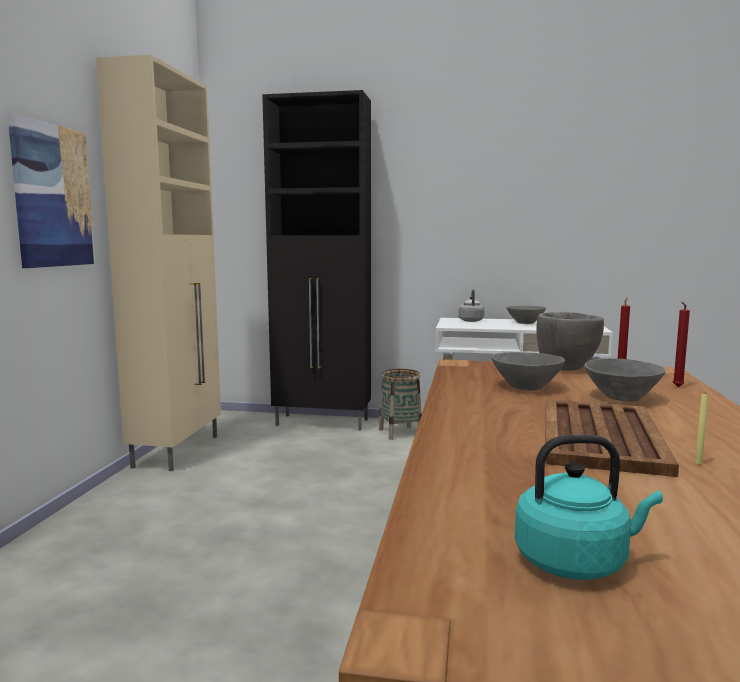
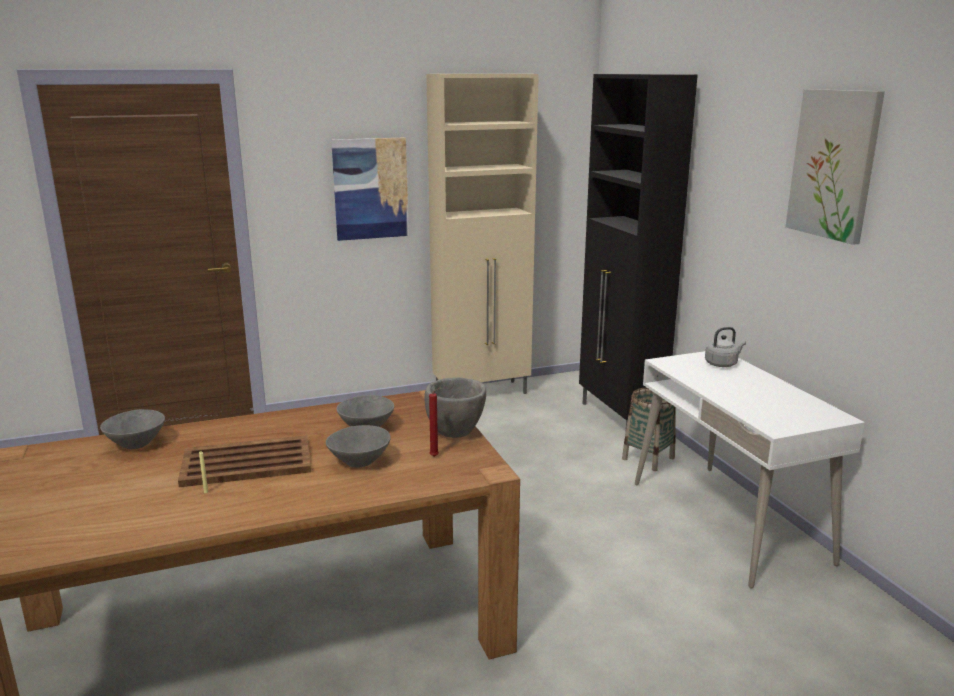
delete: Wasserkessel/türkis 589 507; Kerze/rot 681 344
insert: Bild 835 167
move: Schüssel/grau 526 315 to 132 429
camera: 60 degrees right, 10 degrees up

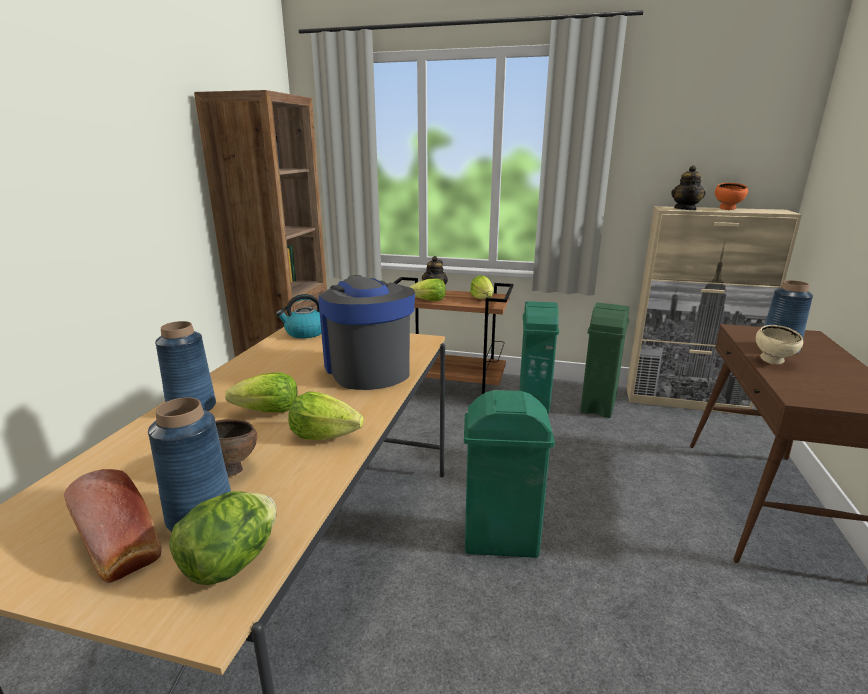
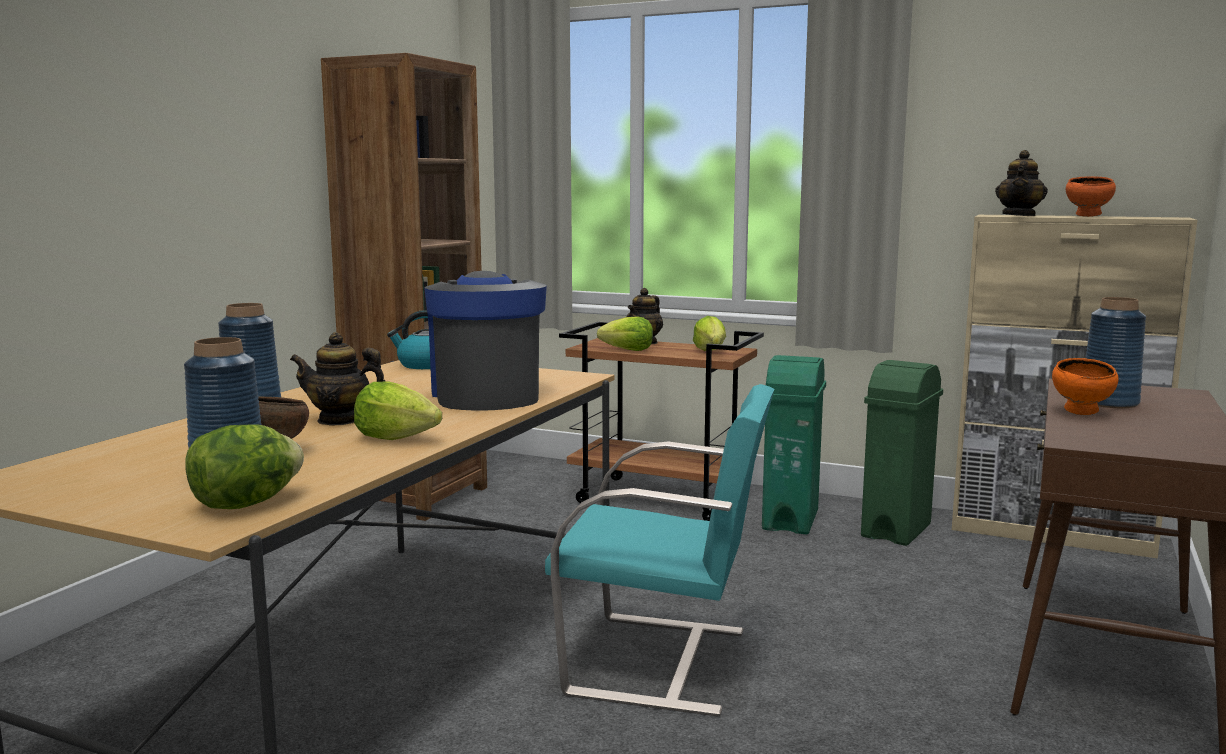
delete: Brot 113 526
replace: Salatkopf 261 392 to Teekanne 338 378; Mülleimer/grün 509 474 to Stuhl/türkis 659 550
recolor: Schüssel/beige 779 344 to Schüssel/orange 1085 386
camera: 10 degrees right, 10 degrees down

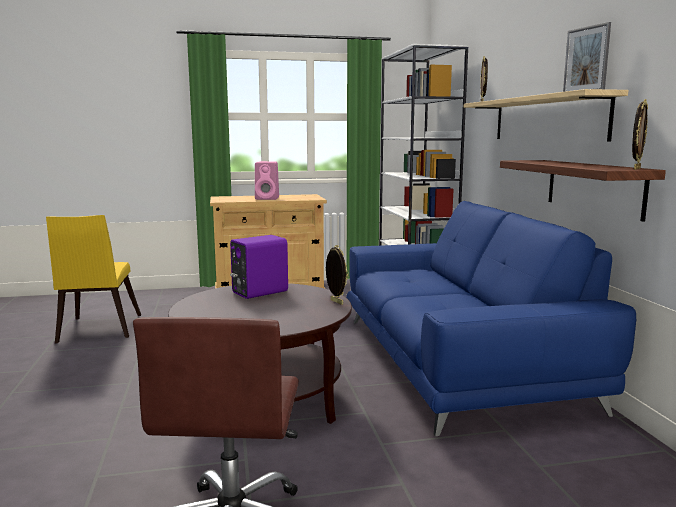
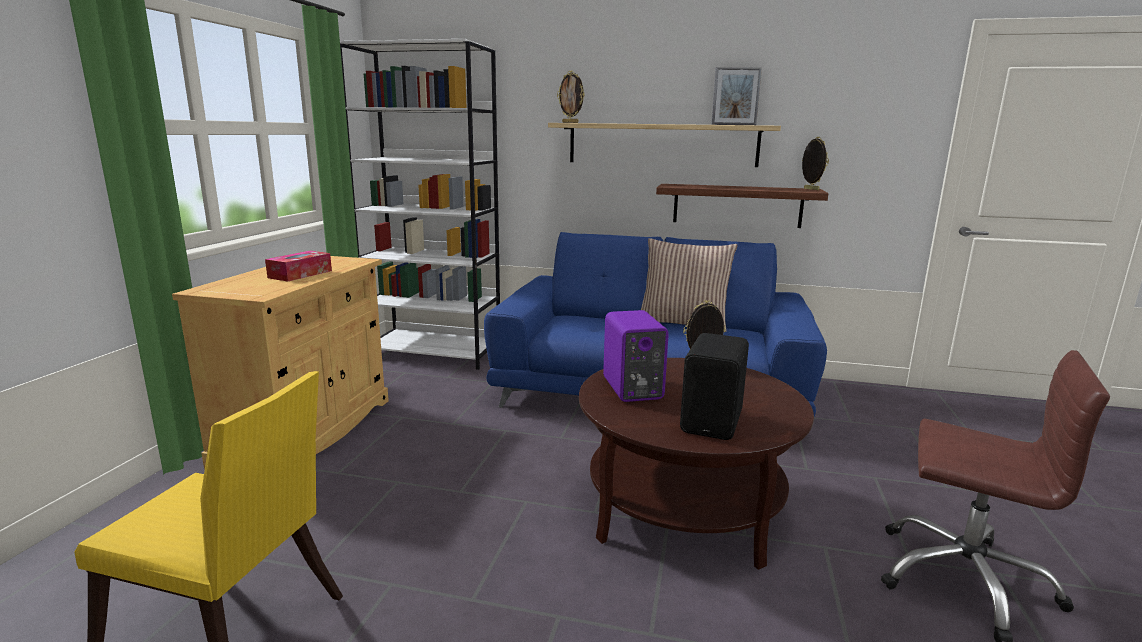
insert: Kissen 689 285; Lautsprecher/schwarz 714 386
replace: Lautsprecher/rosa 267 180 to Taschentuchbox 298 266
camera: 65 degrees left, 5 degrees up

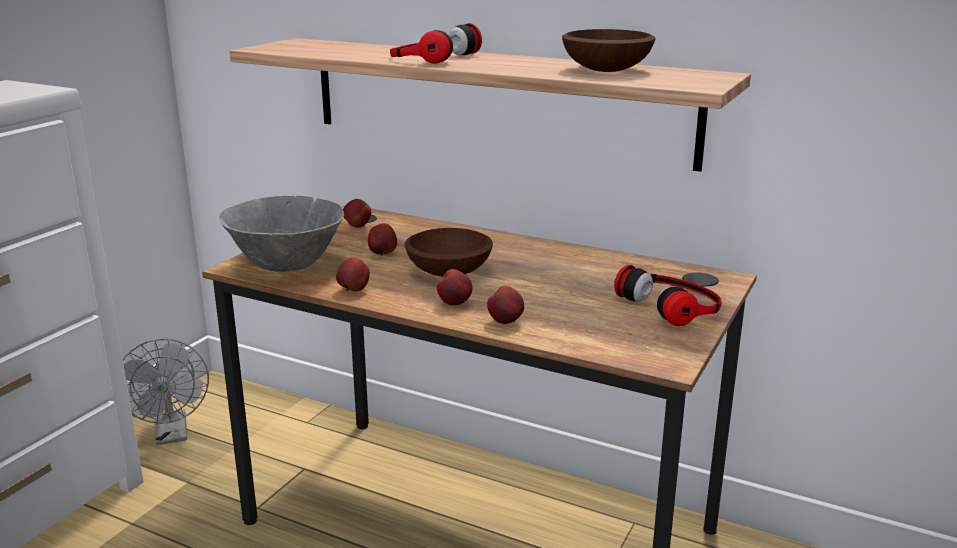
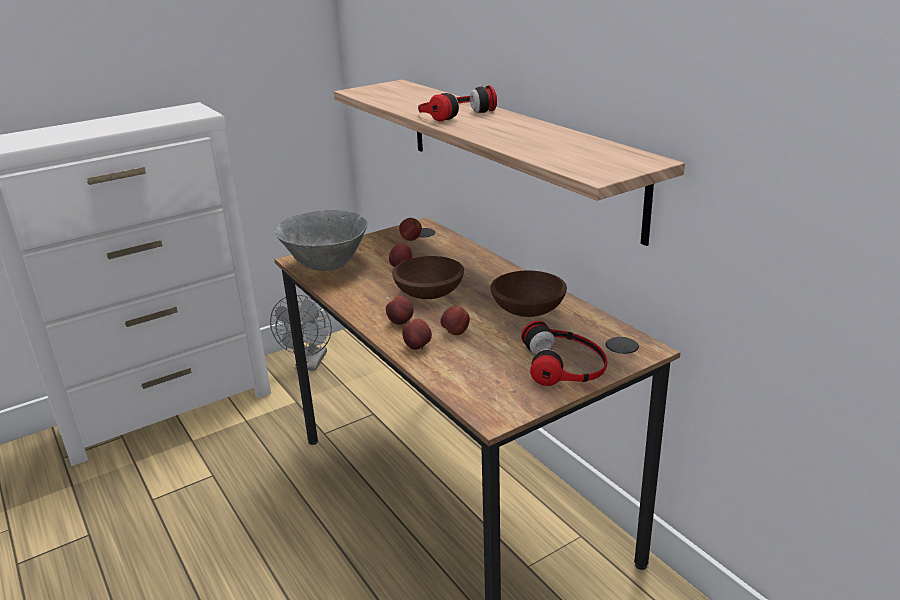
move: Apfel 353 274 to 455 320; Schüssel/braun 609 50 to 528 293
camera: 30 degrees right, 5 degrees up

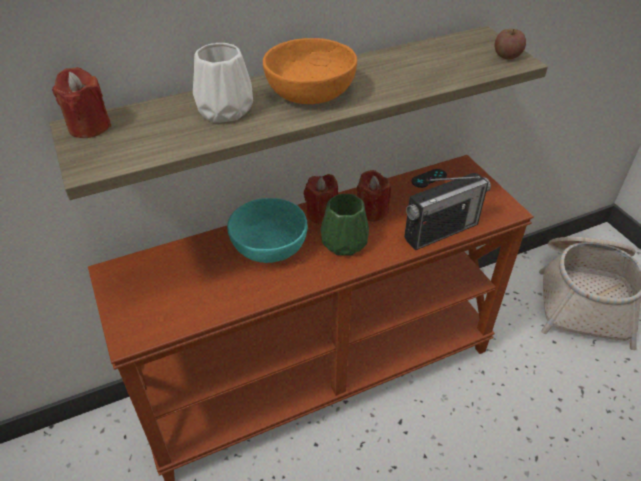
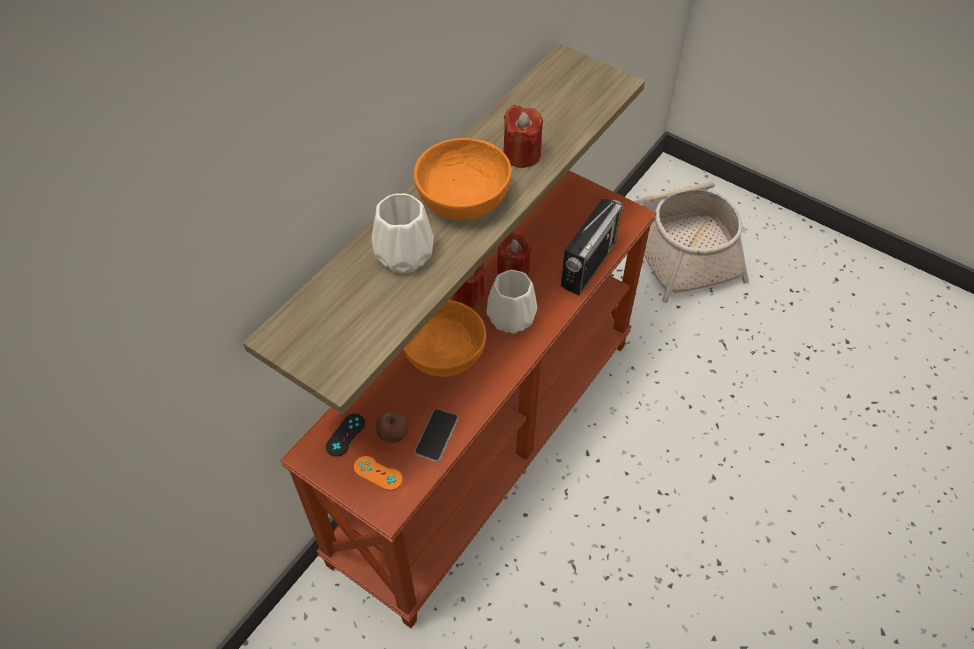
insert: Gamepad/orange 378 473; Handy 436 435
move: Gamepad/schwarz 429 178 to 345 435; Apfel 510 44 to 392 427; Kerze/rot 81 102 to 523 136
recolor: Schüssel/türkis 267 230 to Schüssel/orange 444 338; Vase/grün 345 225 to Vase/weiß 511 302
camera: 30 degrees left, 10 degrees up

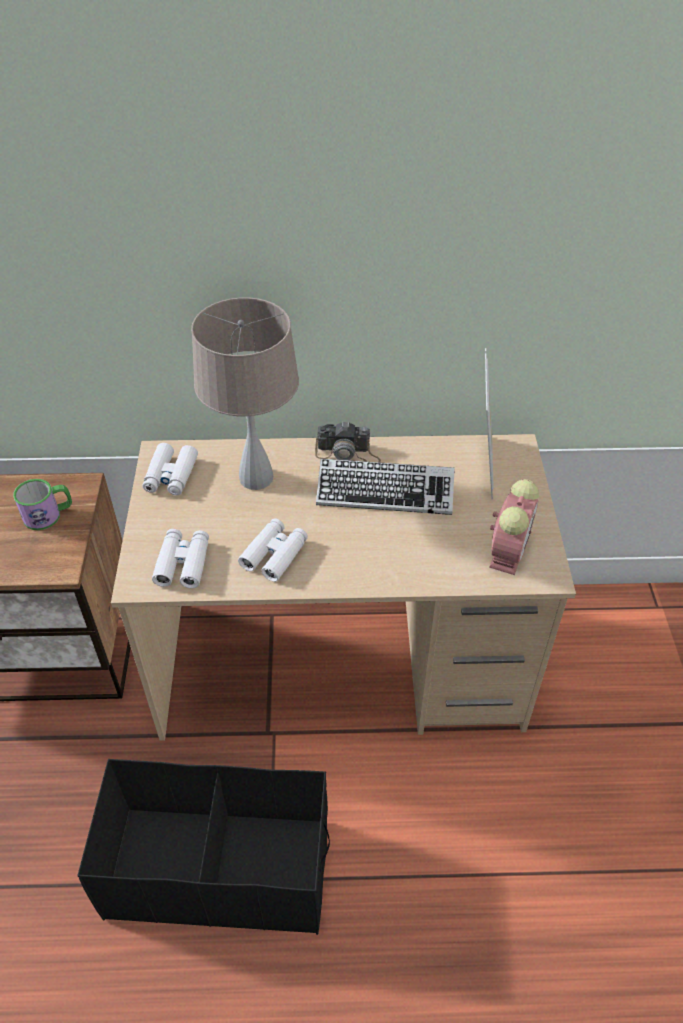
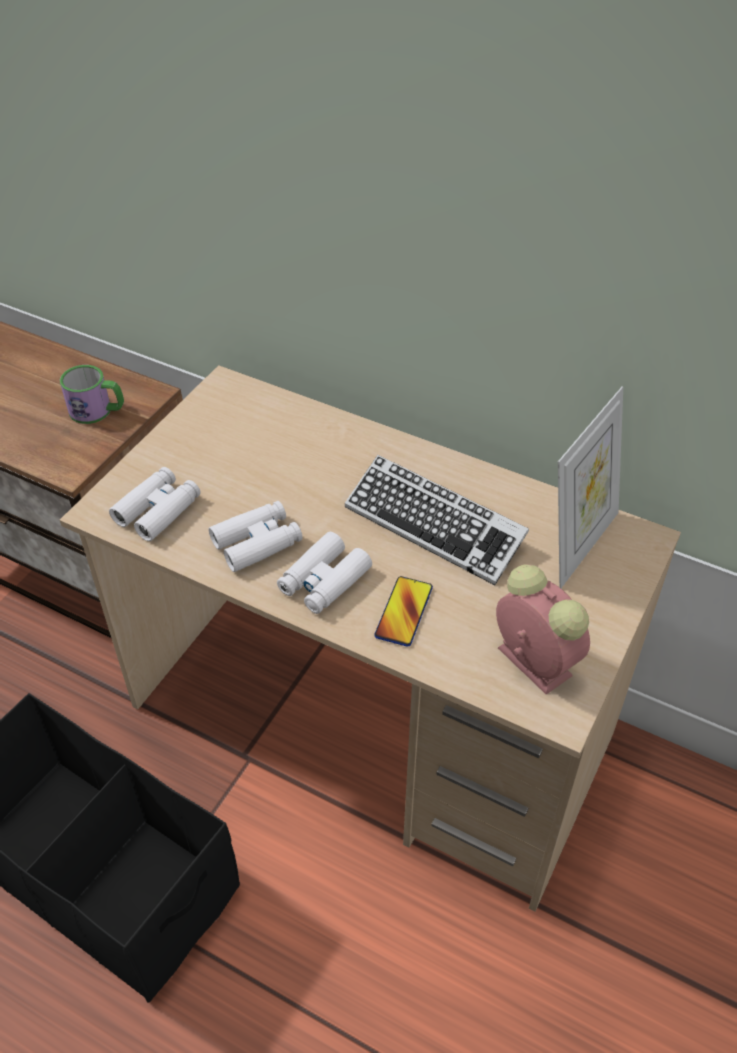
delete: Tischlampe/beige 245 393; Kamera 348 442
insert: Handy 403 611
move: Fernglas/weiß 170 469 to 324 573
rotate: Wecker 514 527 = 543 629 90 degrees counterclockwise
camera: 30 degrees right, 0 degrees up

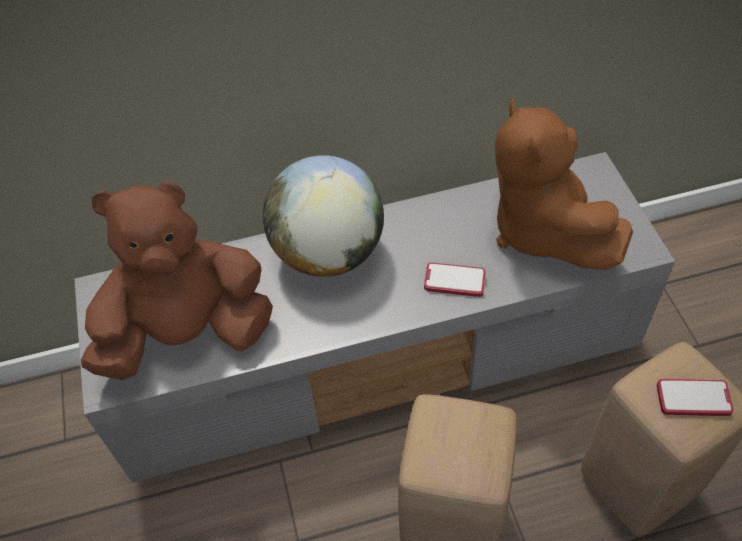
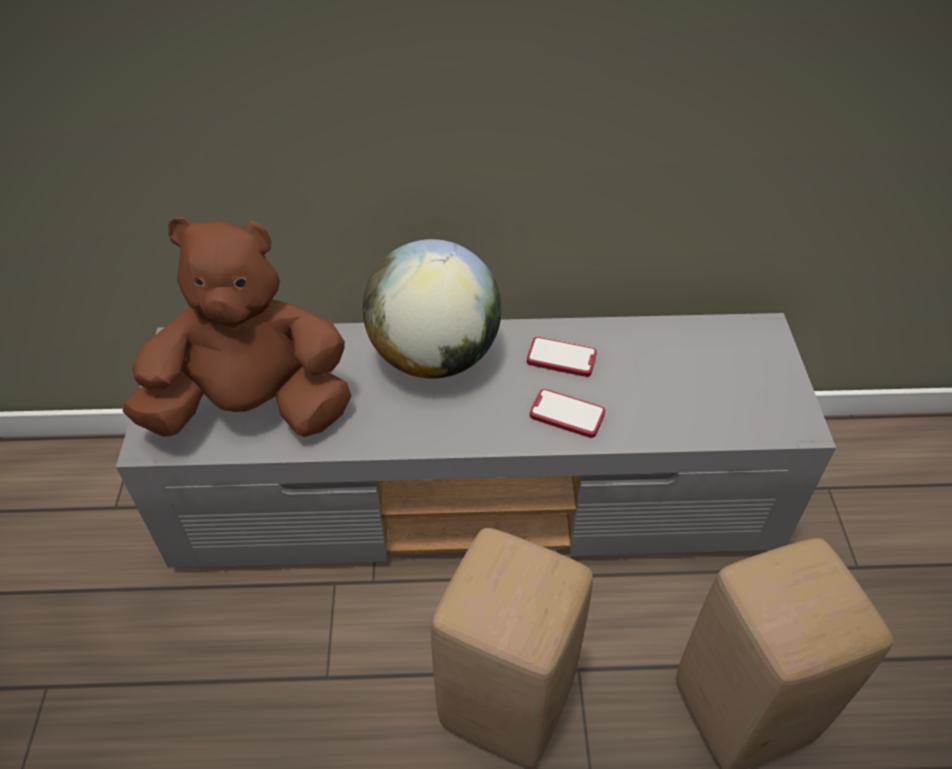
delete: Plüschtier/braun 564 183
move: Handy 695 397 to 562 357
camera: 10 degrees right, 5 degrees down

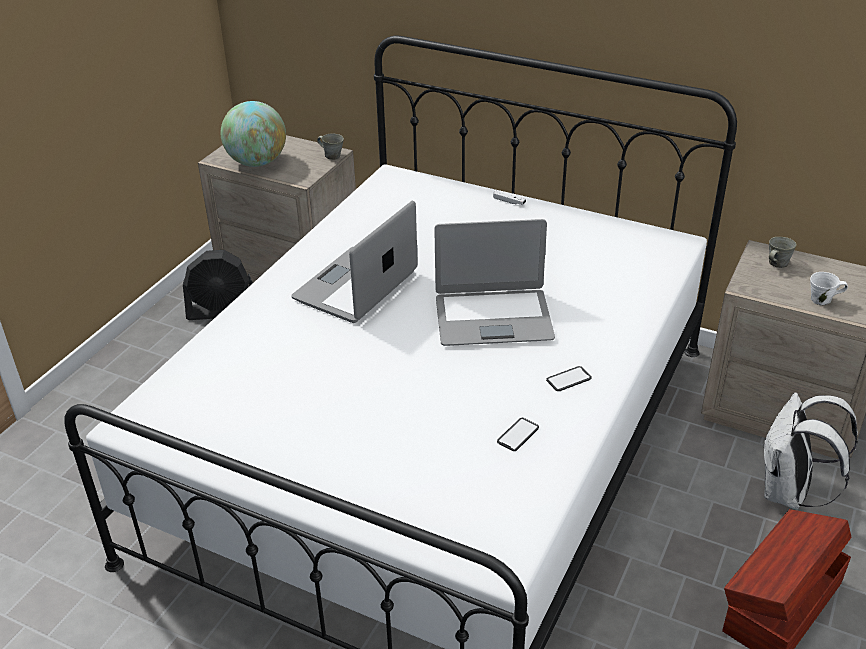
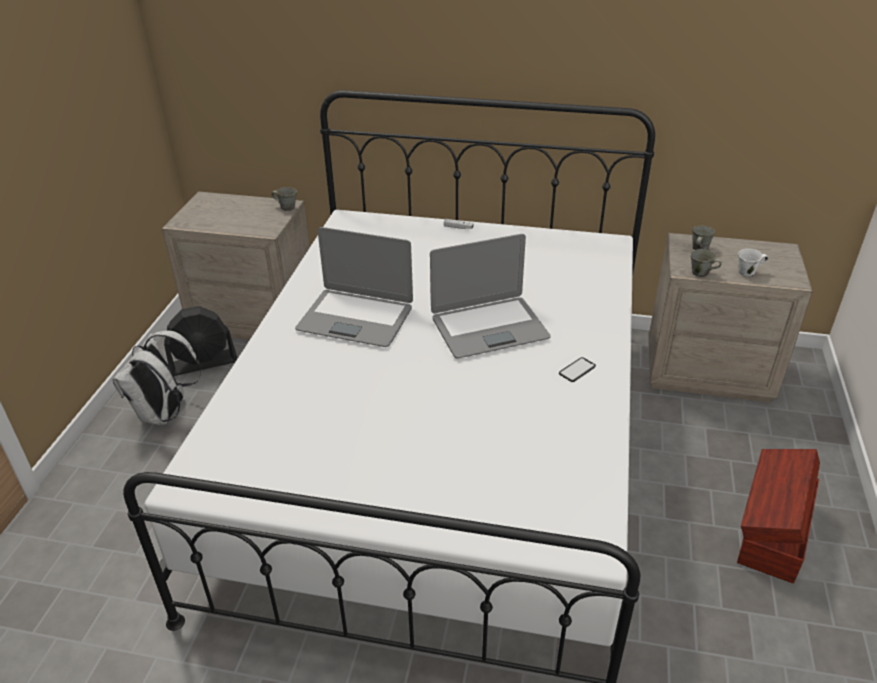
delete: Globus 253 134; Handy 518 434
insert: Henkelbecher/grau 706 263
move: Rucksack/weiß 810 450 to 156 377
rotate: Laptop 354 262 = 354 287 90 degrees counterclockwise
camera: 15 degrees left, 0 degrees up

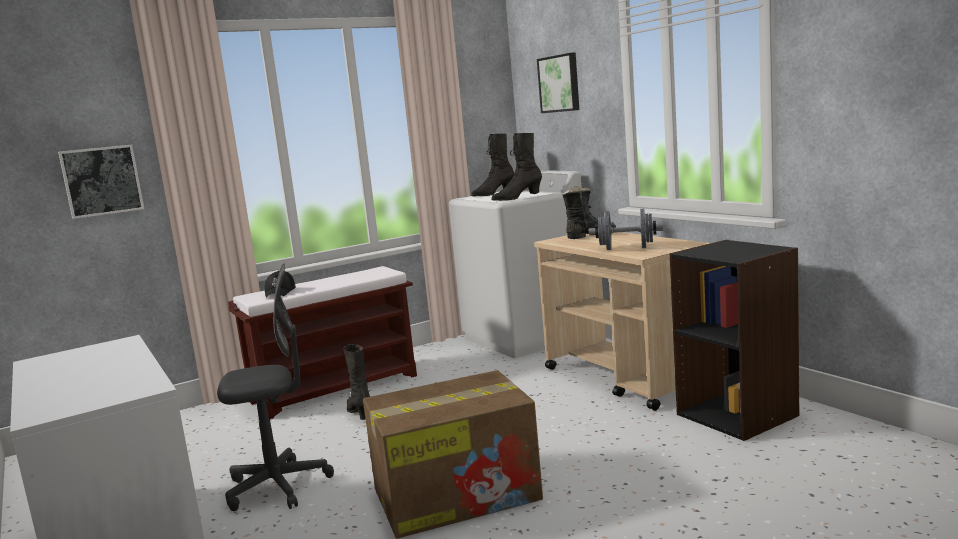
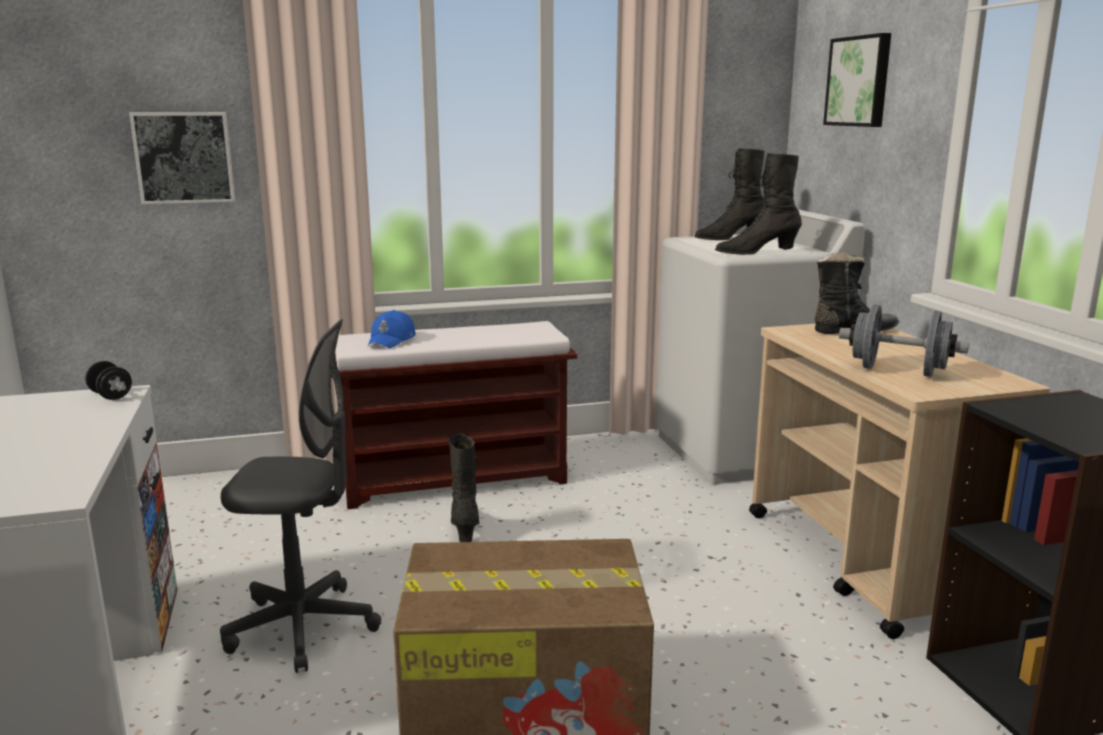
insert: Hantel/schwarz 108 380
recolor: Kappe/schwarz 280 284 to Kappe/blau 392 329
camera: 15 degrees right, 5 degrees up

